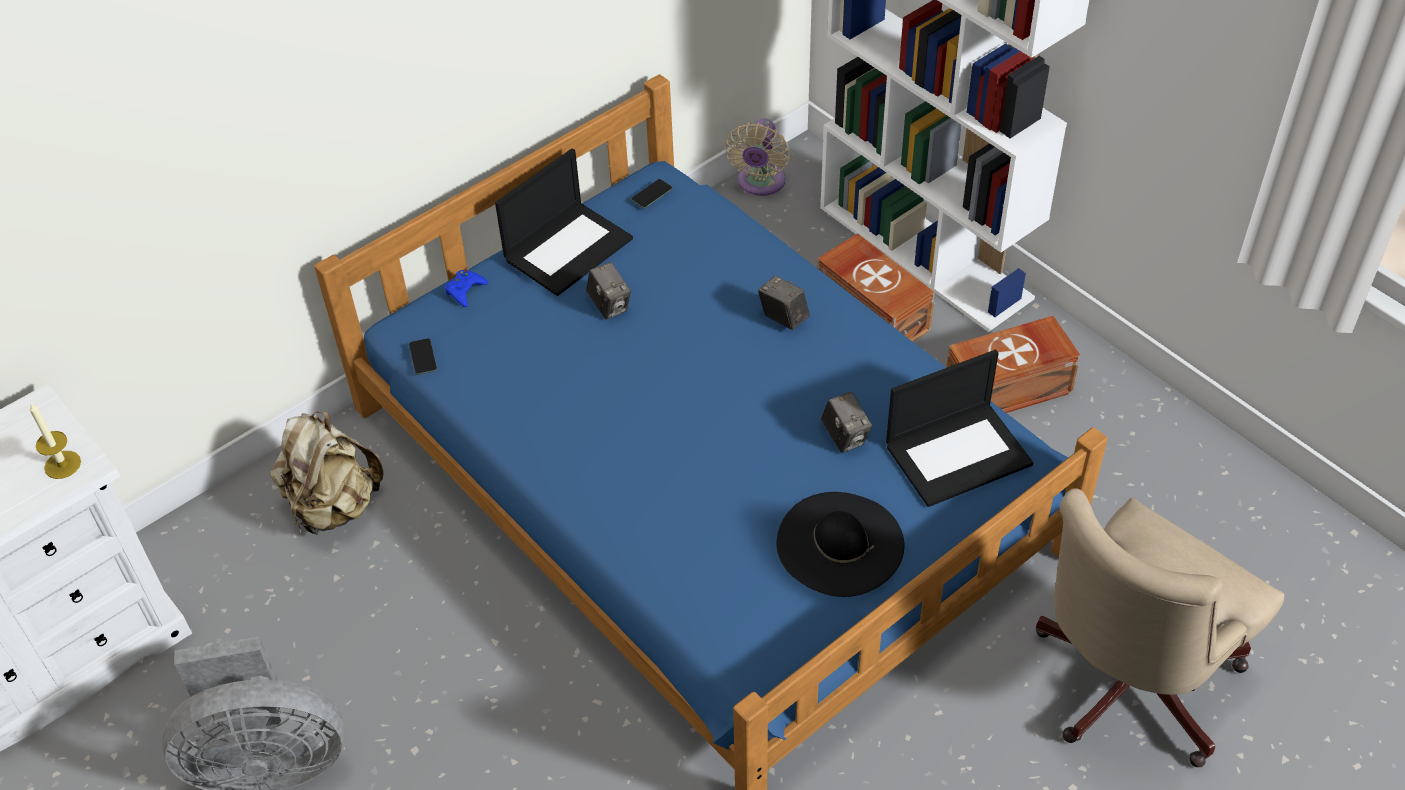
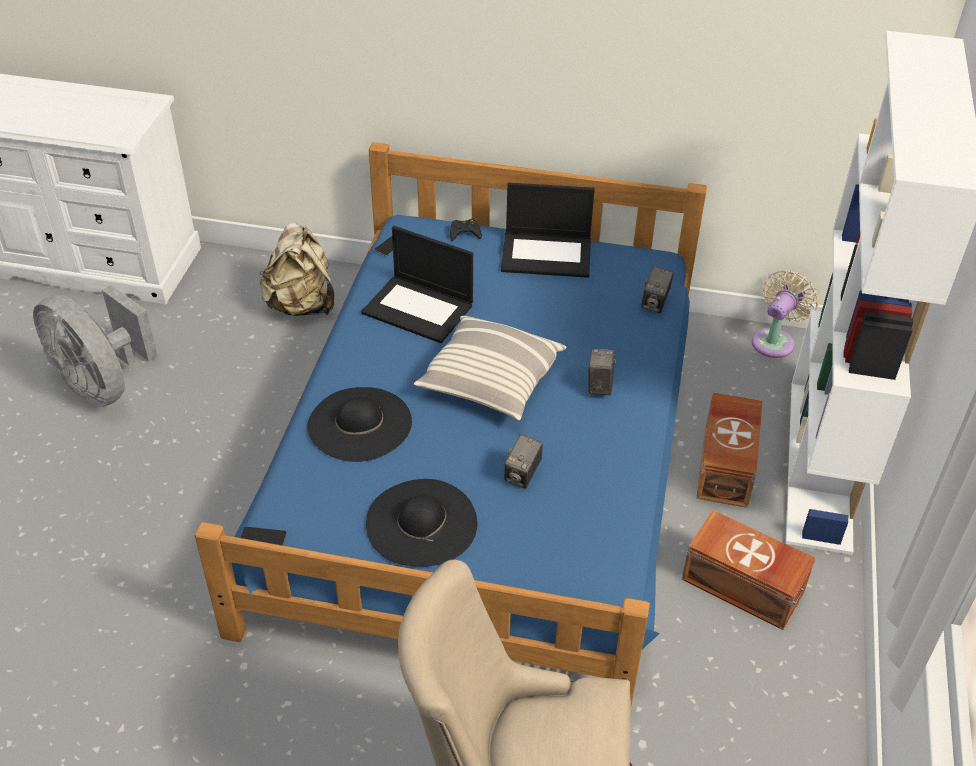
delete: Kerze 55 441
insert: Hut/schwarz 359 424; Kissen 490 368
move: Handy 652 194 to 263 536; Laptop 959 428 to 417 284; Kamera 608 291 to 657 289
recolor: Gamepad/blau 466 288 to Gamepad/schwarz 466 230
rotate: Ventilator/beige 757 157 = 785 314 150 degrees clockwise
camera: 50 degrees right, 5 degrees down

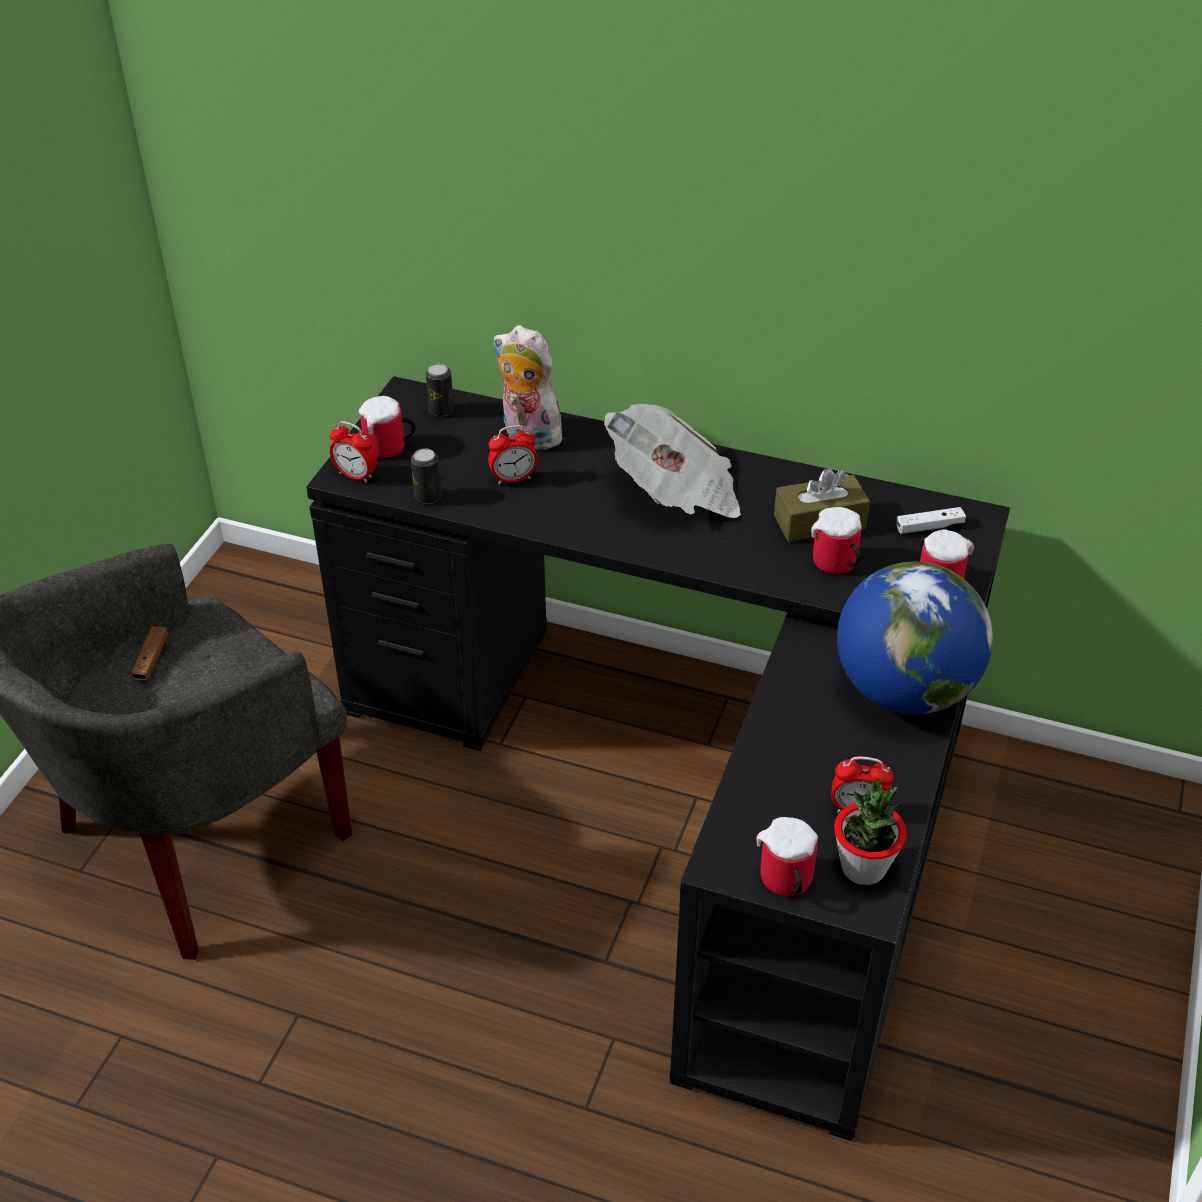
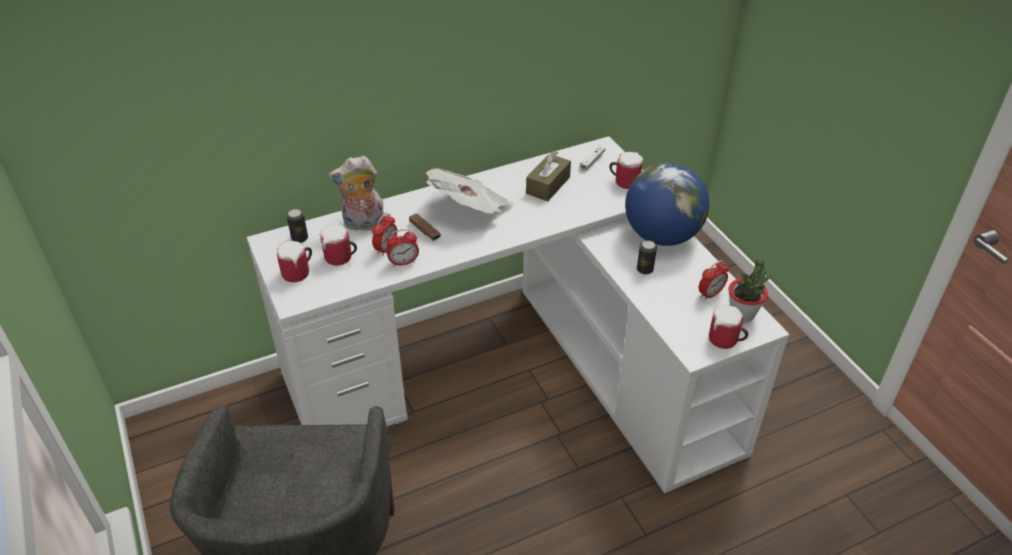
move: Henkelbecher 836 540 to 338 245; Wecker 353 452 to 402 248; Gamepad/braun 149 653 to 425 227; Dose 426 476 to 647 257
recolor: Schreibtisch/schwarz 658 758 to Schreibtisch/weiß 517 315
camera: 45 degrees left, 0 degrees up

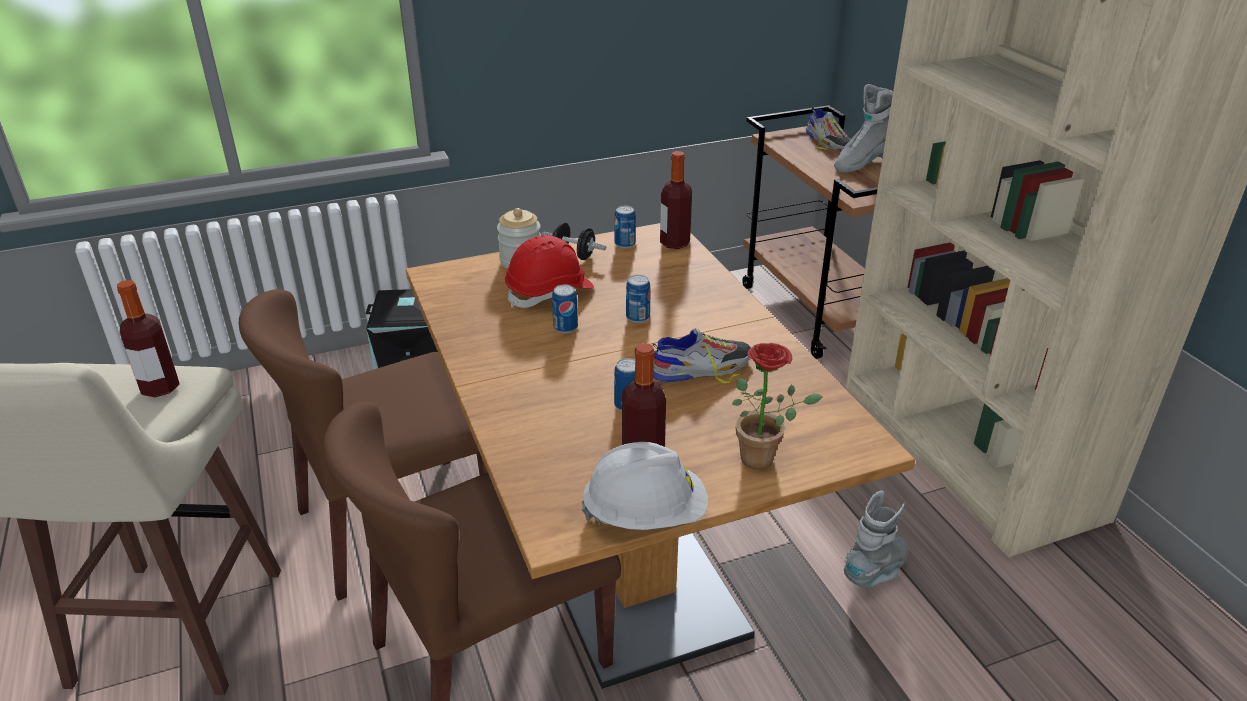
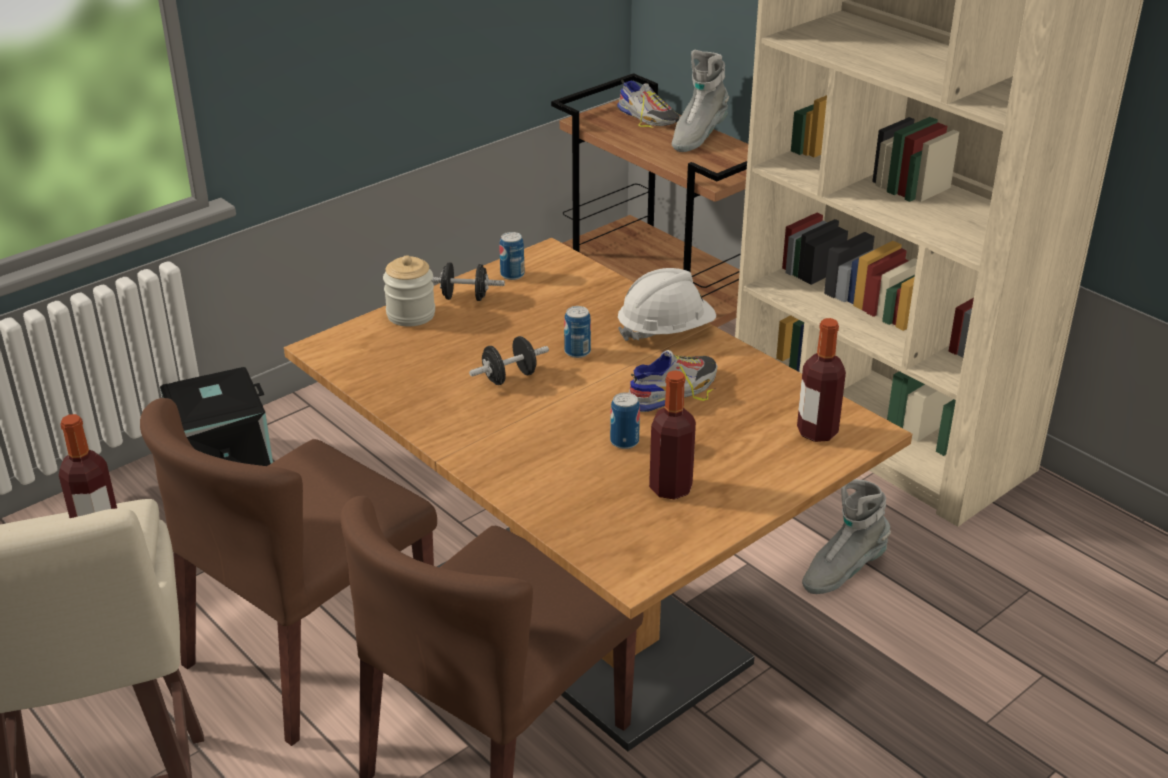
delete: Schutzhelm/rot 549 272; Topfpflanze 777 406
move: Schutzhelm/weiß 645 486 to 667 304; Flasche 676 200 to 821 380
replace: Dose 565 308 to Hantel/schwarz 509 360
rotate: Stiefel/grau 876 539 = 846 536 150 degrees counterclockwise
camera: 20 degrees left, 0 degrees up

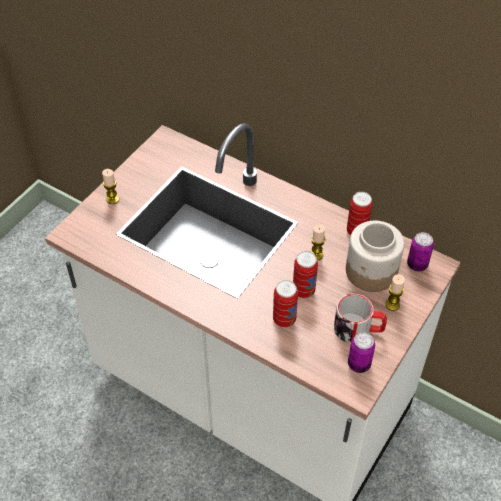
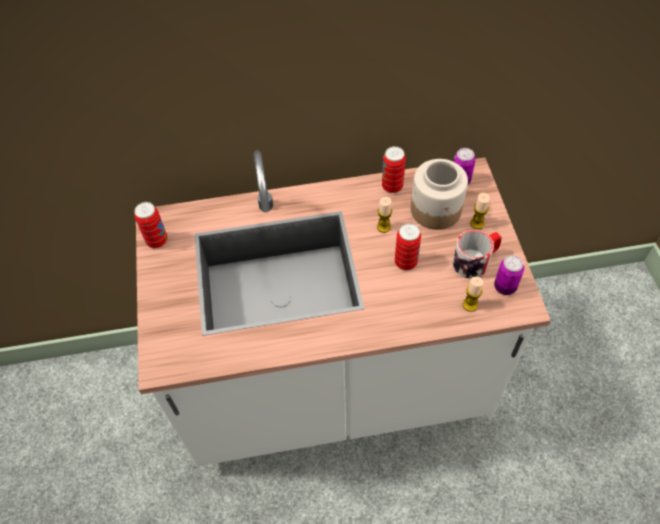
move: Dose 285 304 to 151 225; Kerze 110 186 to 473 294
camera: 40 degrees left, 5 degrees up

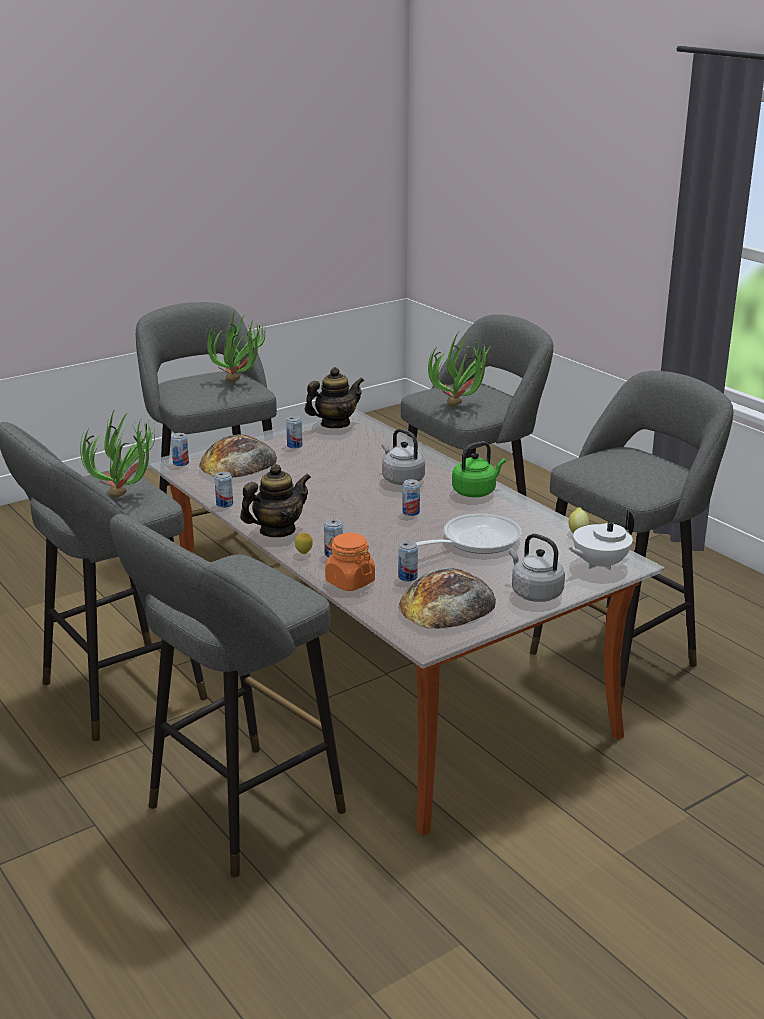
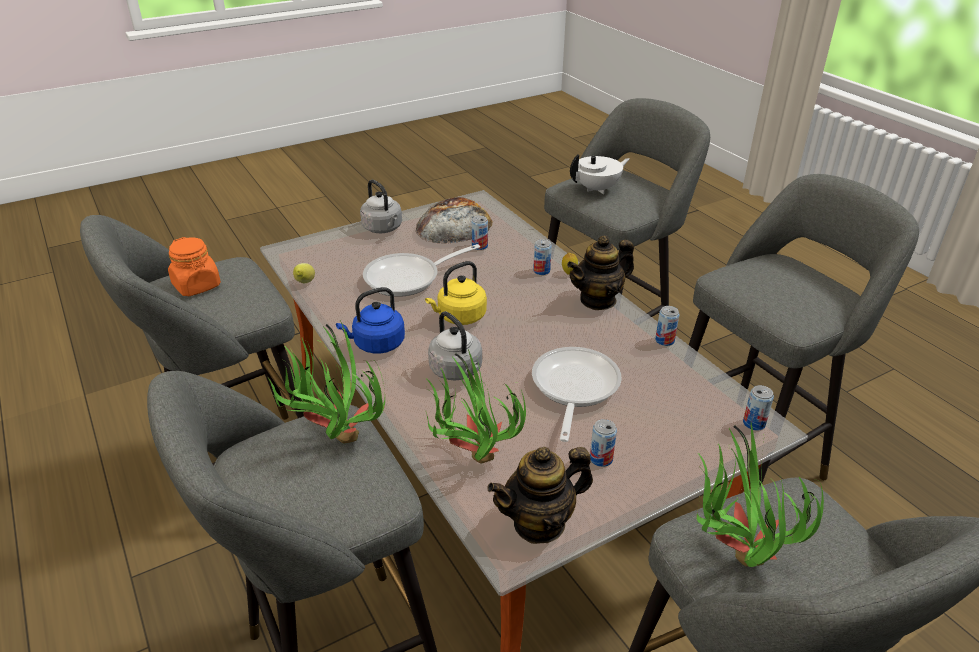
delete: Brot 238 455
insert: Pfanne 577 394
move: Vorratsglas/orange 350 562 to 194 266; Topfpflanze 117 453 to 475 406; Teekanne/weiß 601 540 to 599 174
replace: Dose 411 497 to Wasserkessel/gelb 456 293
recolor: Wasserkessel/grün 479 469 to Wasserkessel/blau 370 320
camera: 175 degrees left, 10 degrees up

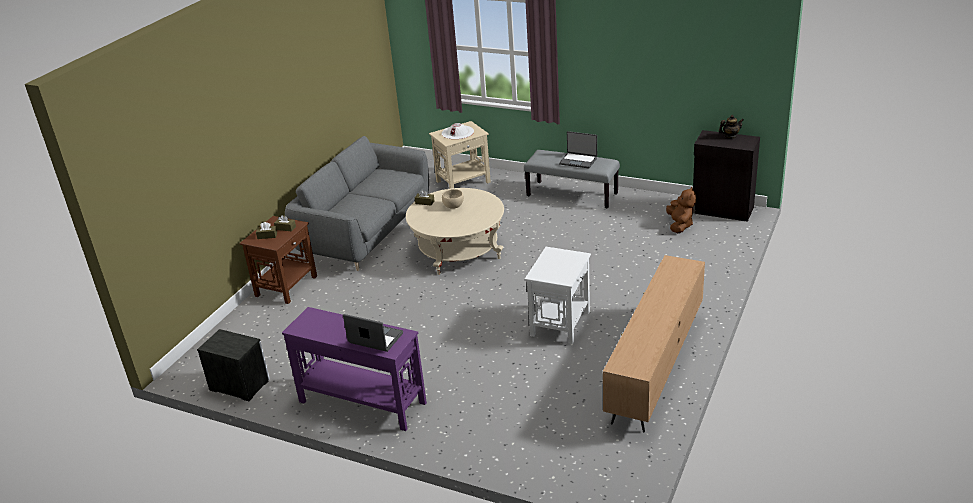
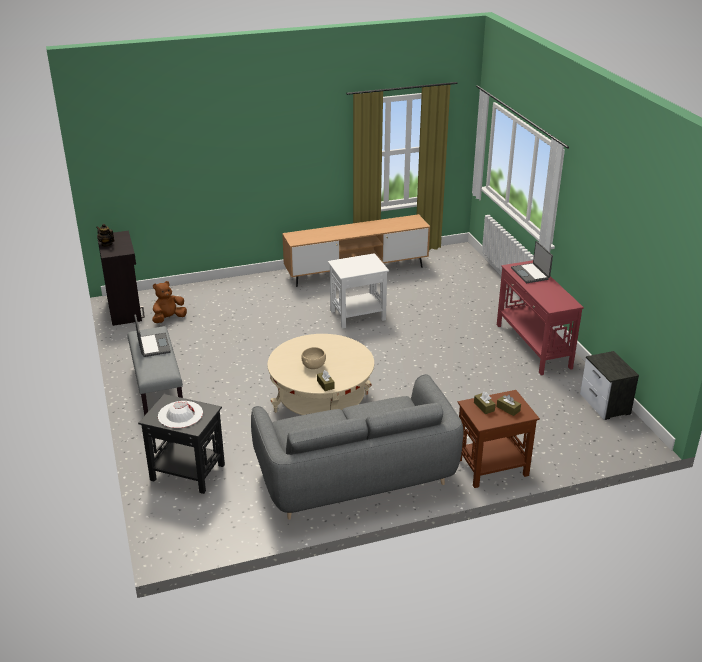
recolor: Beistelltisch/beige 460 155 to Beistelltisch/schwarz 181 444; Konsolentisch/lila 354 369 to Konsolentisch/rot 540 317
camera: 135 degrees left, 0 degrees up

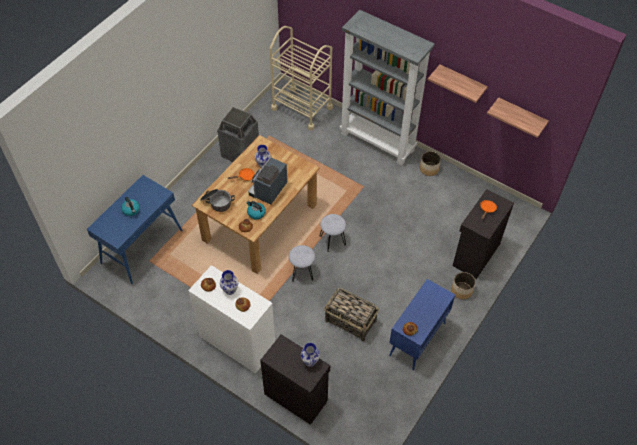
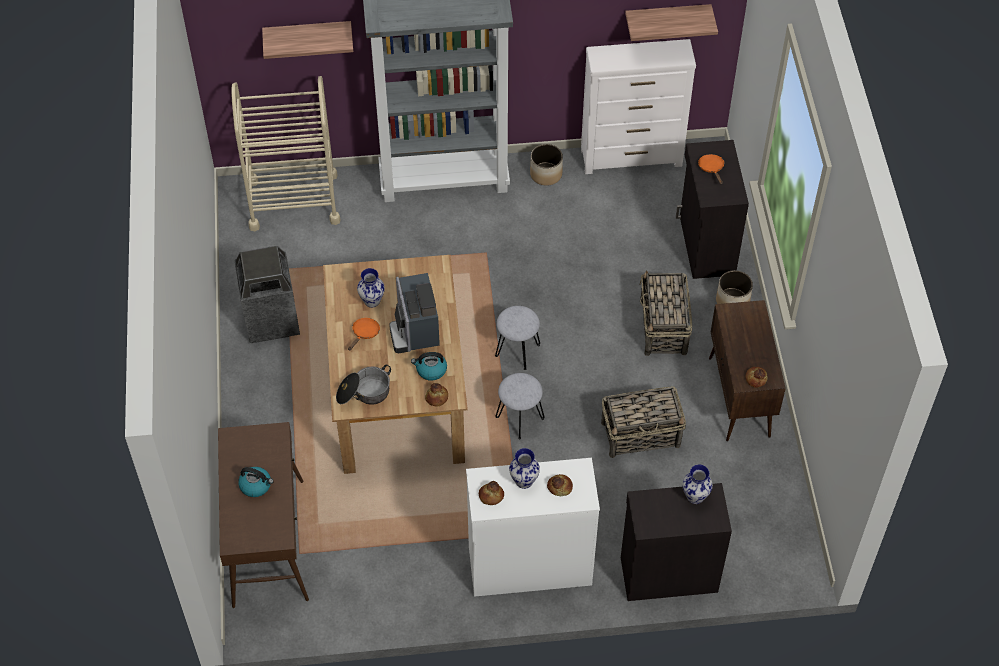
insert: Kommode/weiß 638 106; Korb 666 313
move: Wandregal 458 83 to 307 40
recolor: Konsolentisch/blau 135 229 to Konsolentisch/braun 263 515; Schrank/blau 422 324 to Schrank/braun 747 370
camera: 40 degrees left, 0 degrees up

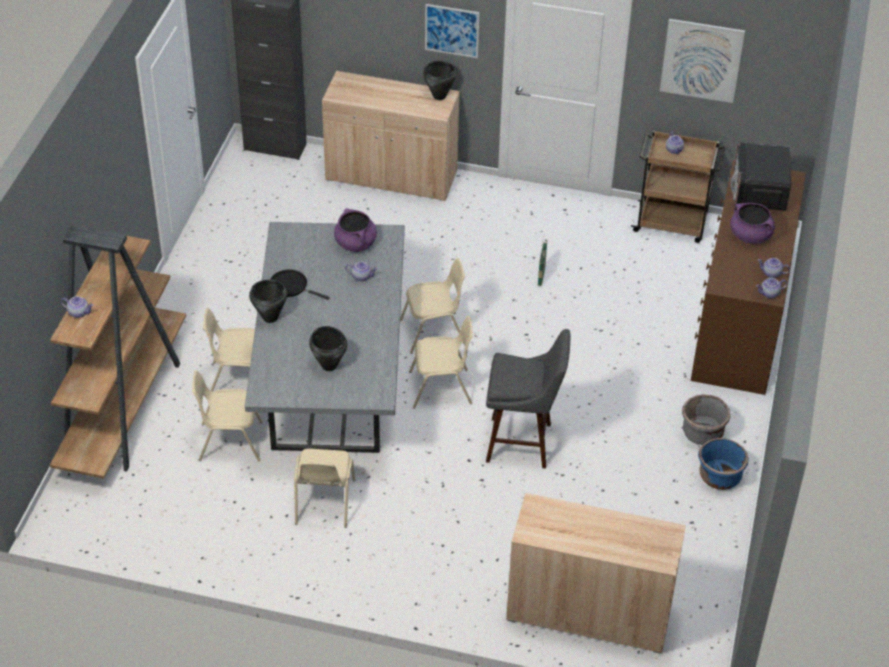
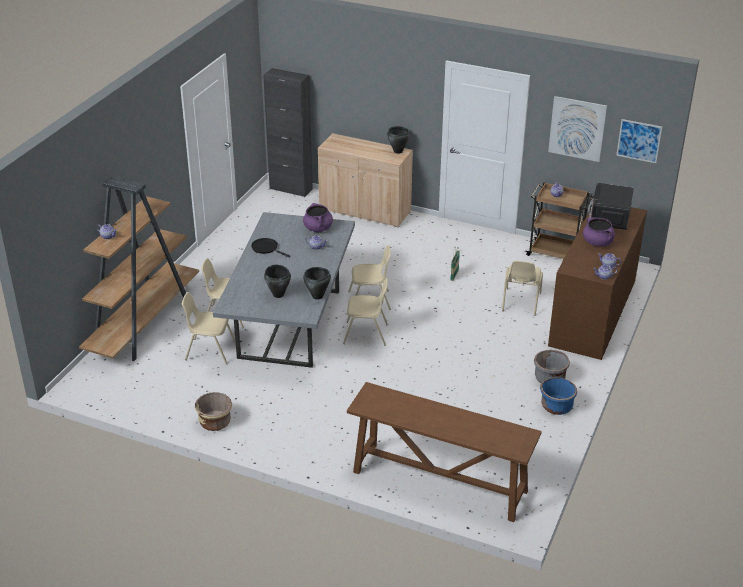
delete: Hocker/grau 528 399
insert: Pflanzkübel/beige 213 411
move: Kochtopf/schwarz 268 301 to 317 283; Stuhl/beige 324 488 to 522 288; Bild 452 31 to 639 141
replace: Schrank/beige 596 573 to Konsolentisch/braun 444 452
camera: 10 degrees right, 10 degrees down

